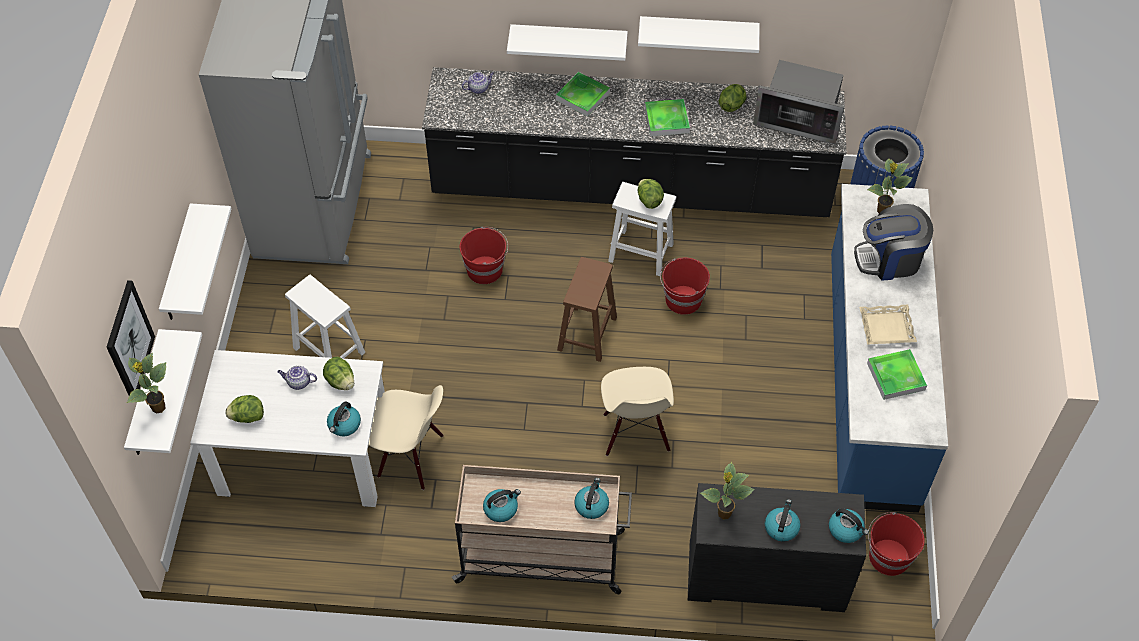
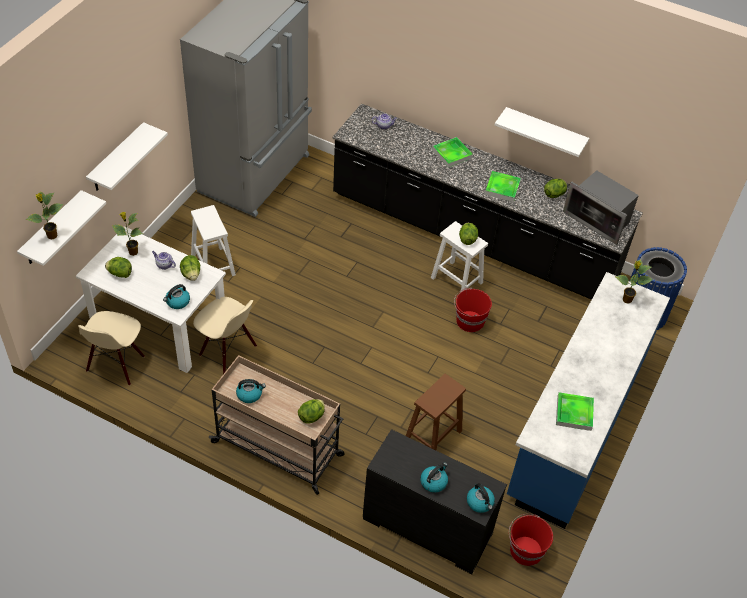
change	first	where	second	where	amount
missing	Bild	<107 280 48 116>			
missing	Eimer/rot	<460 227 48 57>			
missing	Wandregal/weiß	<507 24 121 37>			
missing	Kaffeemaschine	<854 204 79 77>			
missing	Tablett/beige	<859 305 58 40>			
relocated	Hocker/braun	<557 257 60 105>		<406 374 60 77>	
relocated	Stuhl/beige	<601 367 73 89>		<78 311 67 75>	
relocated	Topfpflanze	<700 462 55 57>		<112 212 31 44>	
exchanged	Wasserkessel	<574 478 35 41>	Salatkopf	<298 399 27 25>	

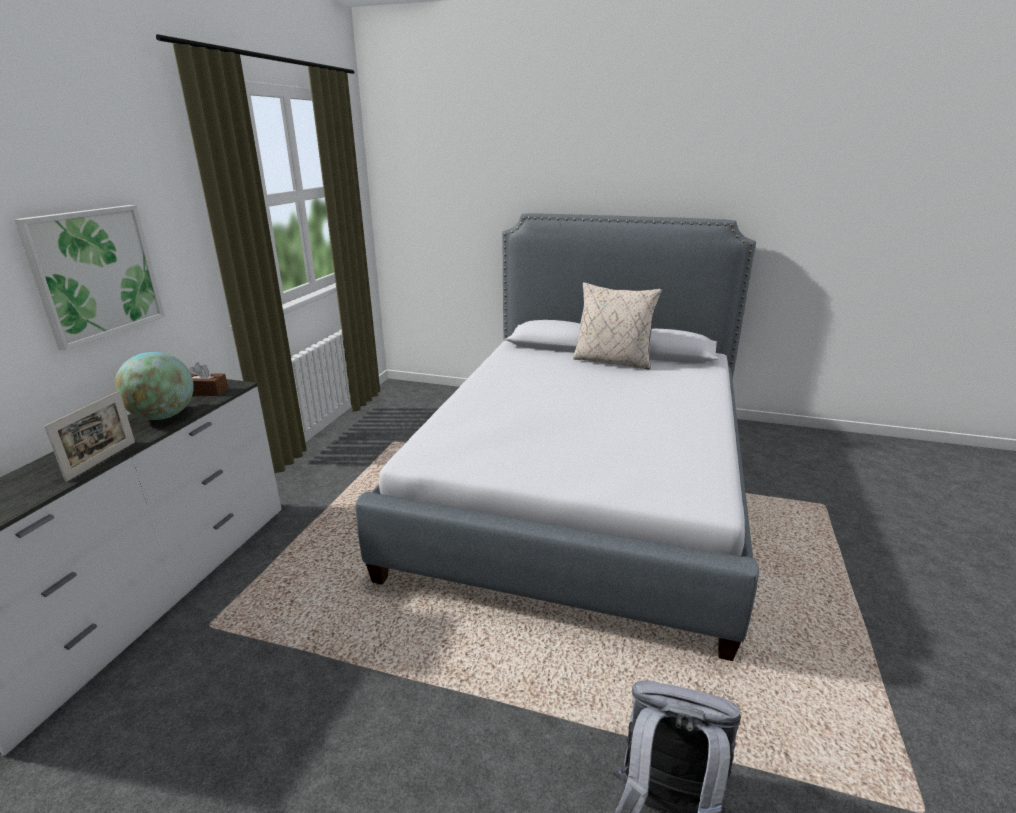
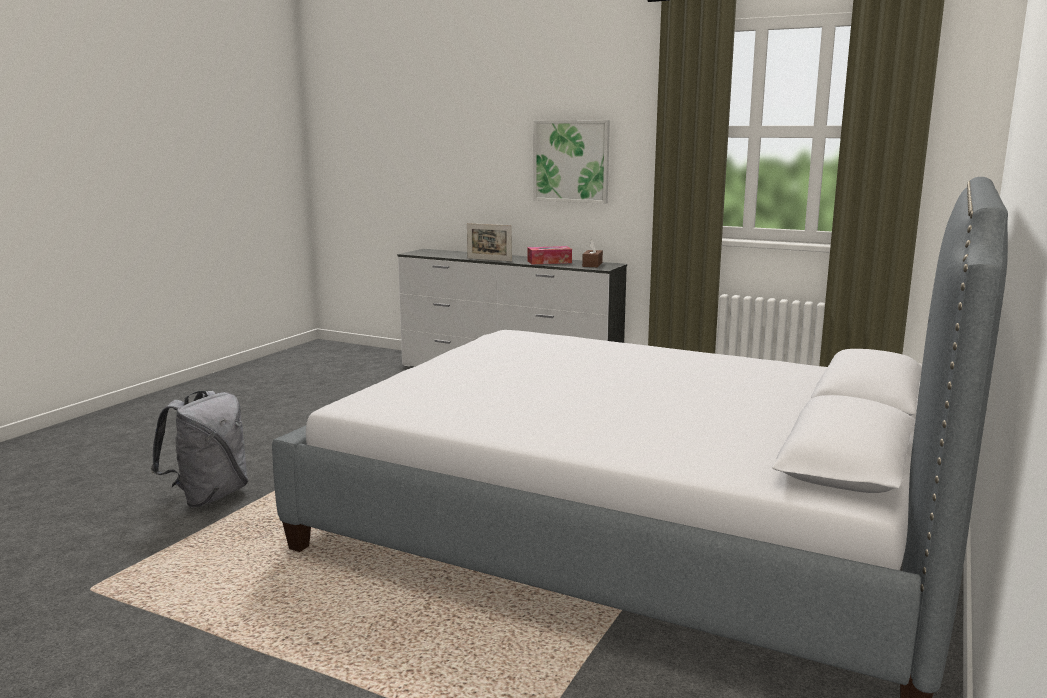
change	first	where	second	where	amount
missing	Kissen/beige	<573 282 89 88>			
exchanged	Globus	<114 352 80 68>	Taschentuchbox	<527 246 45 18>	

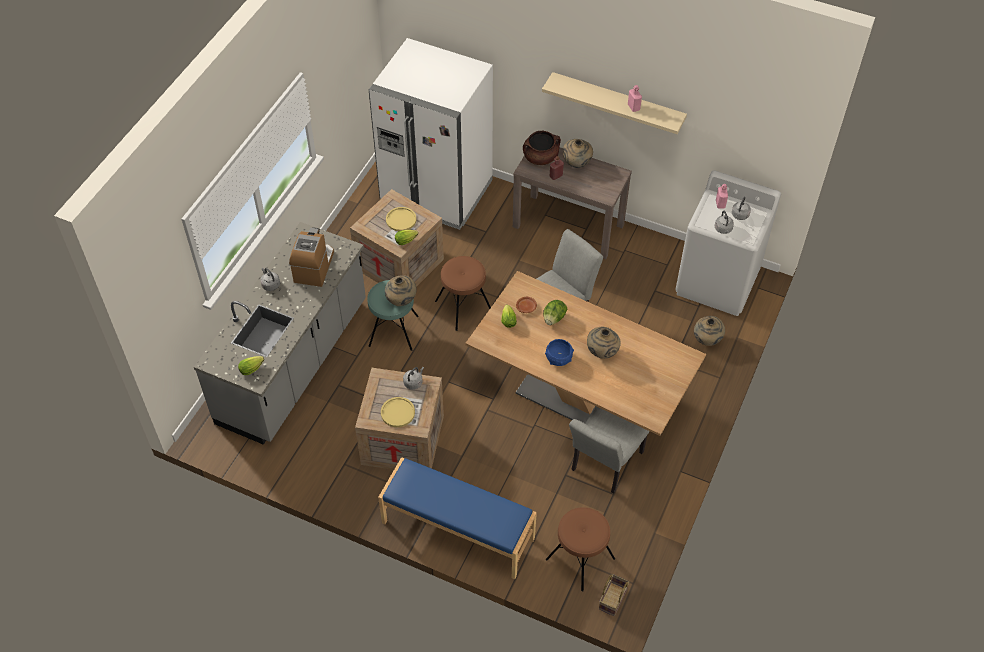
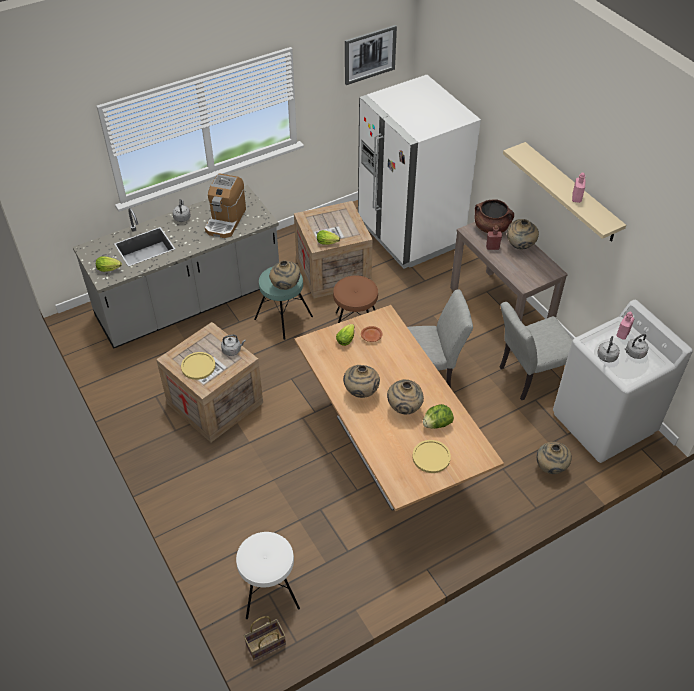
change	first	where	second	where	amount
missing	Bank/blau	<378 457 159 122>			
appeared			Bild	<345 25 52 60>	
relocated	Teller/gelb	<386 207 30 24>		<412 440 39 33>	
relocated	Salatkopf	<543 300 24 25>		<423 404 31 25>	
relocated	Stuhl/grau	<569 406 81 87>		<500 302 73 98>	
exchanged	Schüssel/blau	<545 339 29 27>	Vase/beige	<343 365 37 33>	
colour	Hocker/braun	<546 507 69 84>	Hocker/weiß	<236 532 64 87>	
spun	Kaffeemaschine	<289 227 45 60>		<205 173 41 65>	150 degrees clockwise

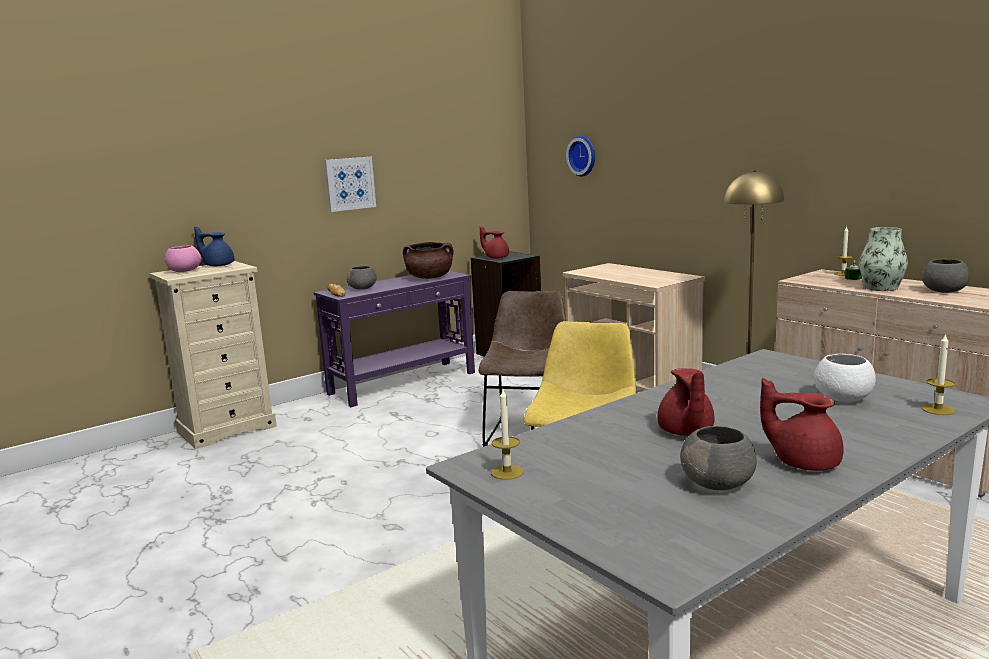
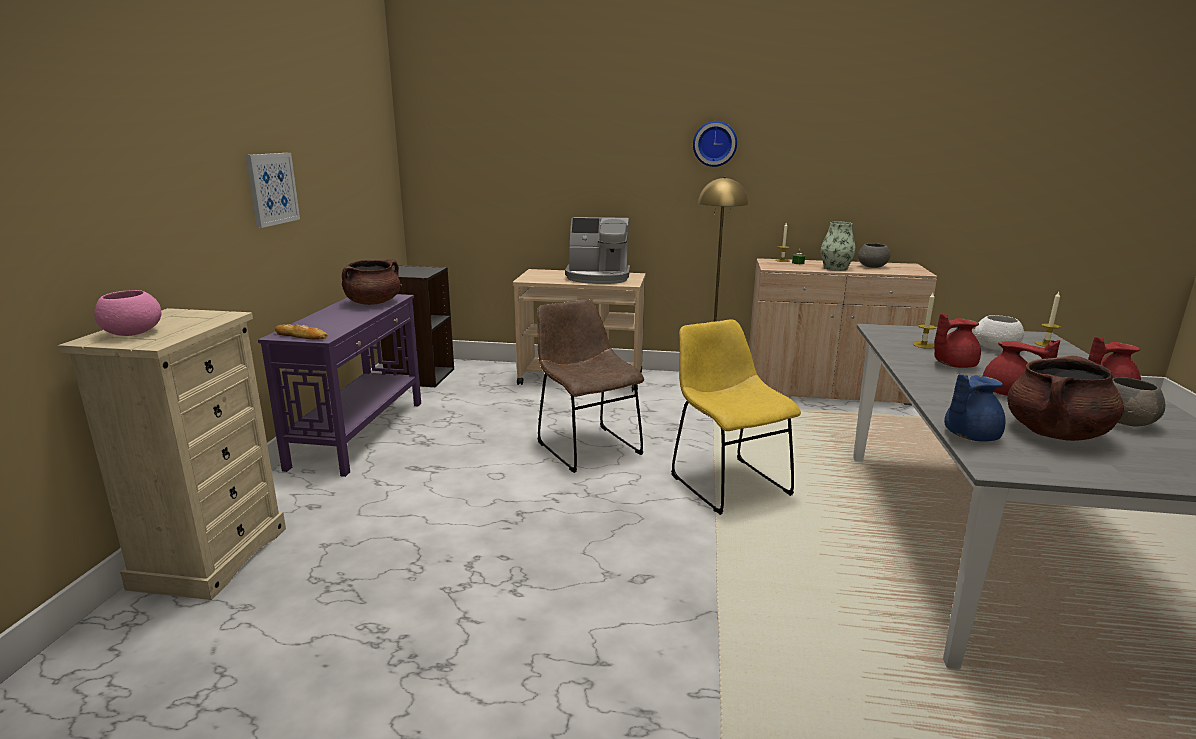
change	first	where	second	where	amount
missing	Schüssel/grau	<346 266 31 24>			
appeared			Kaffeemaschine	<565 217 65 67>	
appeared			Kochtopf/braun	<1007 356 117 85>	
relocated	Teekanne/blau	<194 226 40 40>		<944 374 61 68>	
relocated	Teekanne/rot	<480 226 29 32>		<934 314 47 54>	
relocated	Kerze	<491 389 33 91>		<913 293 24 56>	
relocated	Wanduhr	<566 136 29 41>		<693 121 44 46>	

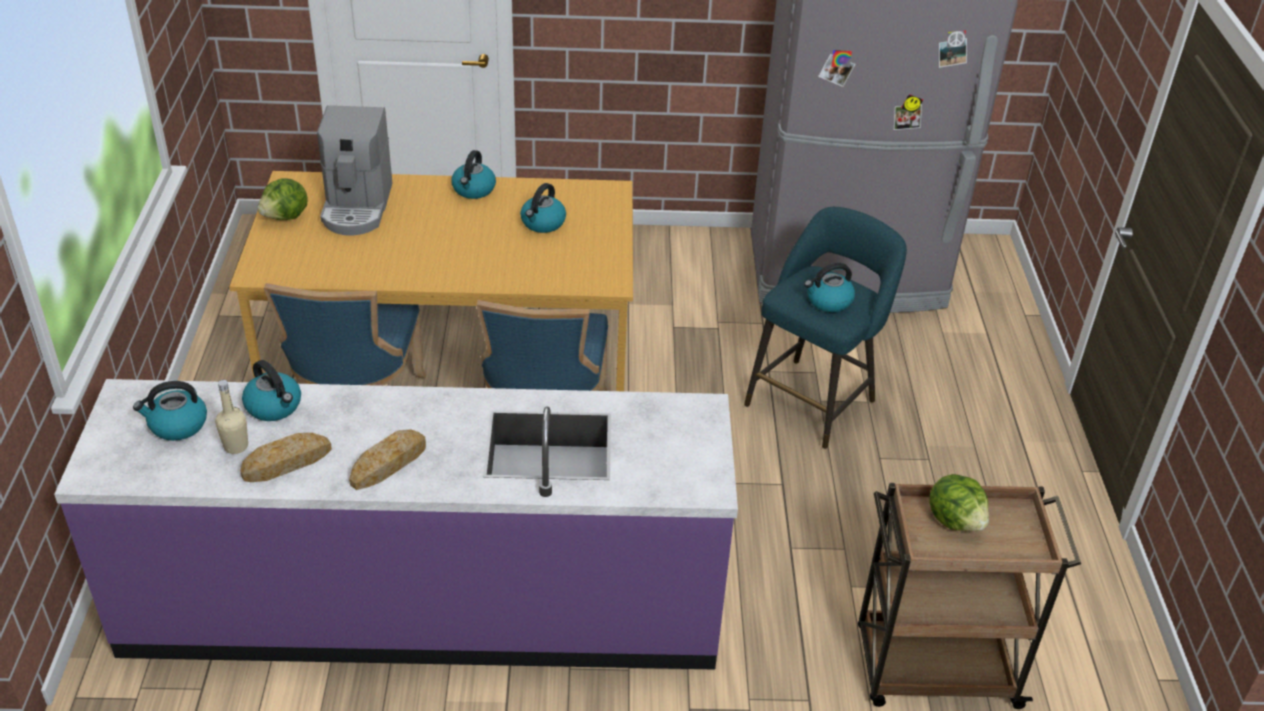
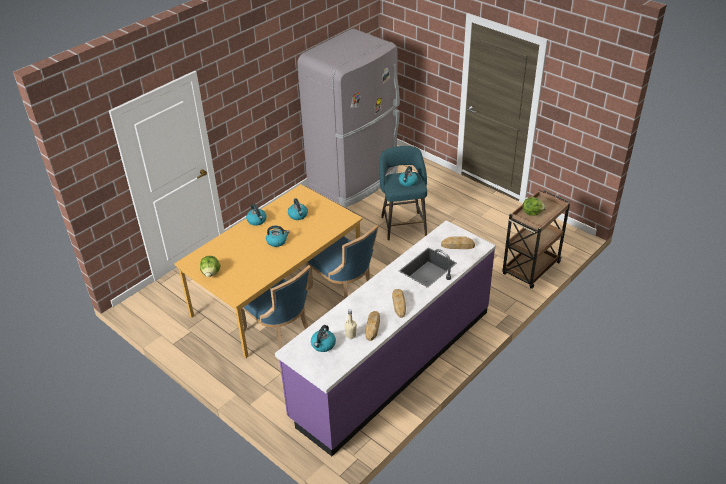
change	first	where	second	where	amount
missing	Kaffeemaschine	<317 105 75 131>			
appeared			Brot	<441 236 34 13>	
relocated	Wasserkessel	<242 360 59 61>		<266 226 23 21>	

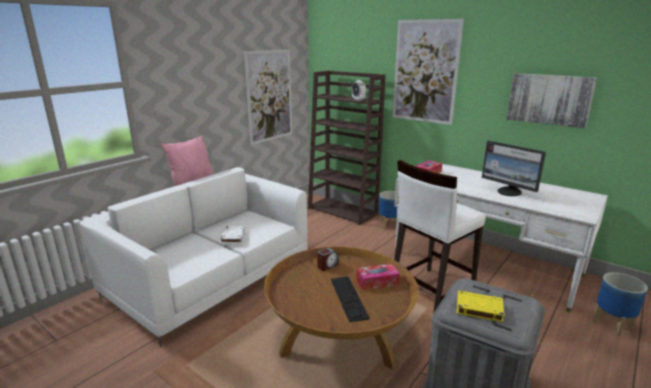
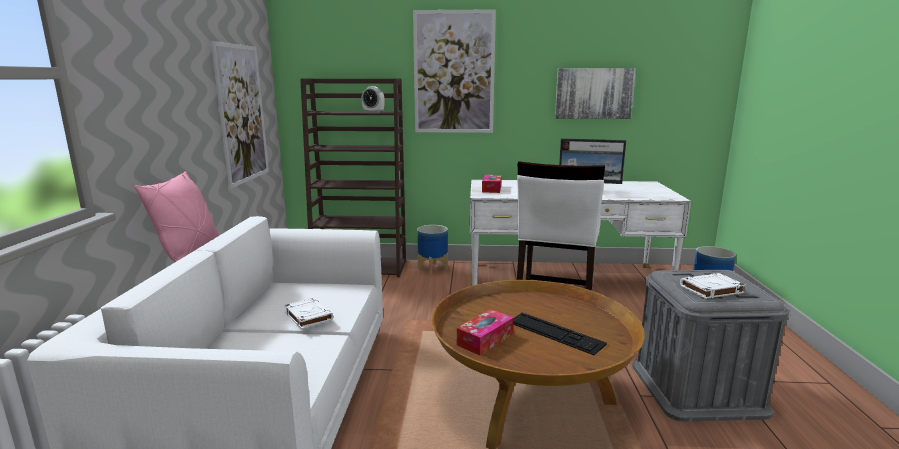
change	first	where	second	where	amount
missing	Wecker	<317 248 22 23>			
relocated	Taschentuchbox	<356 263 44 27>		<457 309 57 46>	
colour	Buch/gelb	<457 291 48 31>	Buch/weiß	<680 273 66 26>	

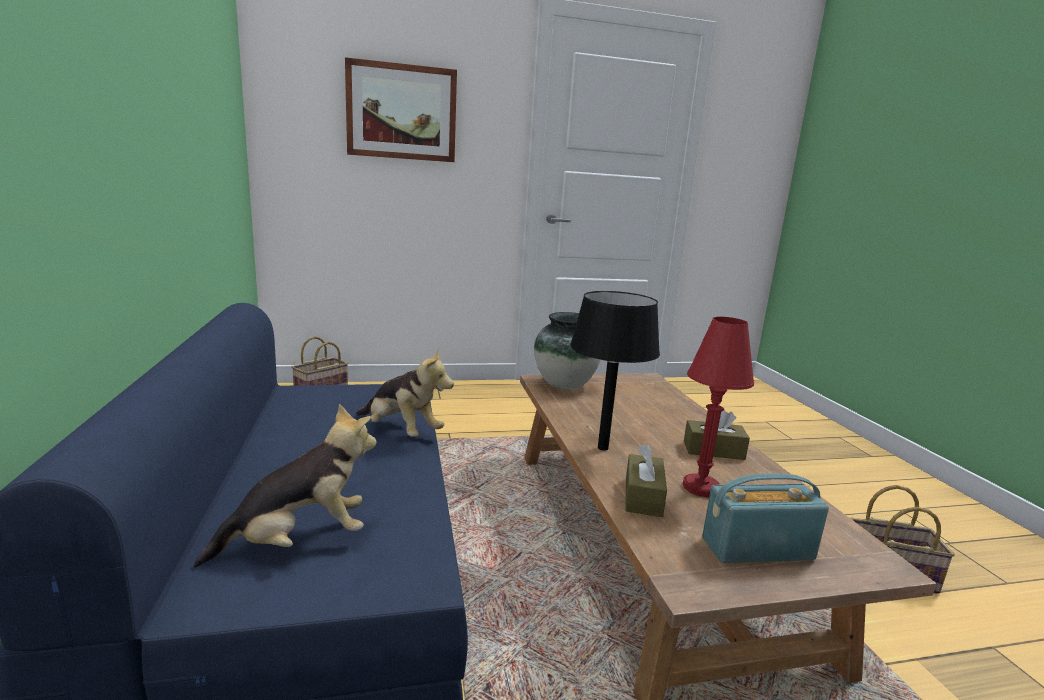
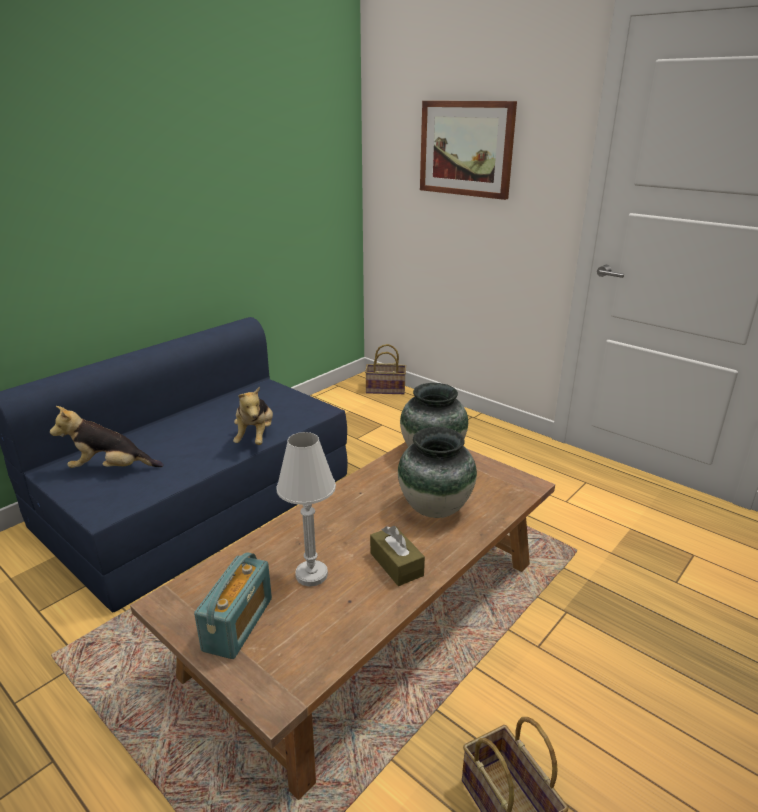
change	first	where	second	where	amount
missing	Tischlampe/schwarz	<570 291 90 160>			
missing	Taschentuchbox/braun	<625 444 42 73>			
appeared			Vase	<398 427 79 91>	
colour	Tischlampe/rot	<683 317 71 180>	Tischlampe/weiß	<276 432 60 155>	
spun	Plüschtier	<194 404 183 164>		<50 406 114 62>	150 degrees clockwise
spun	Radio	<702 474 127 89>		<194 552 78 107>	60 degrees clockwise

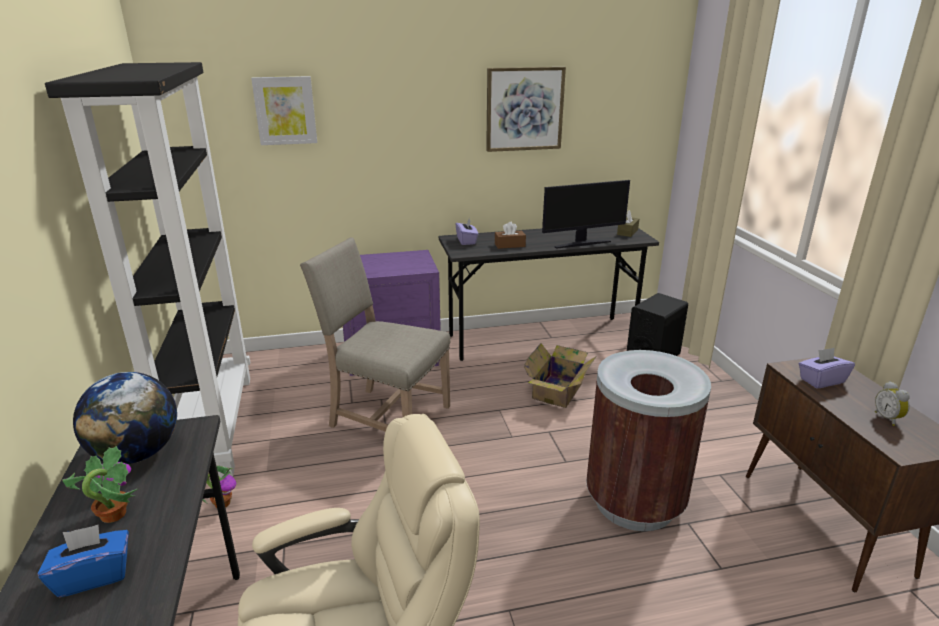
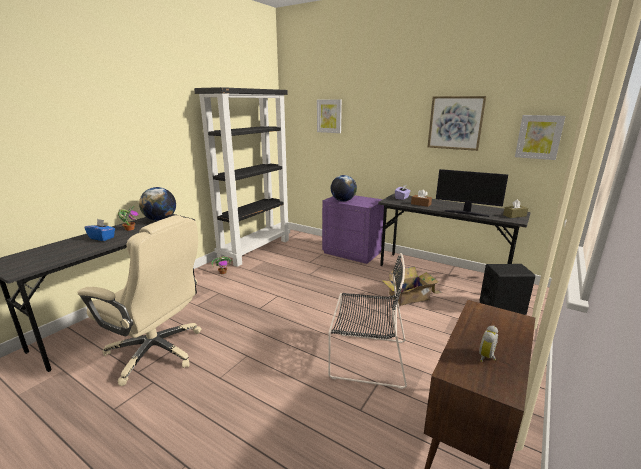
change	first	where	second	where	amount
missing	Stuhl/beige	<300 237 151 195>			
missing	Taschentuchbox/lila	<799 348 56 40>			
appeared			Globus	<331 175 26 26>	
appeared			Bild	<515 115 51 45>	
exchanged	Mülleimer/braun	<586 350 125 181>	Stuhl/schwarz	<328 253 79 136>	

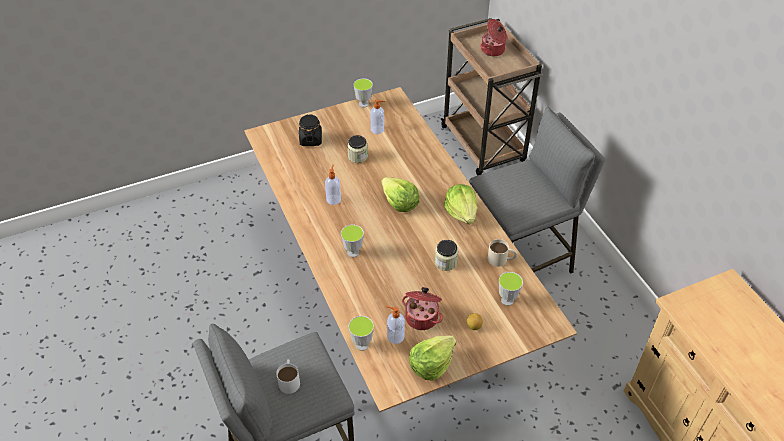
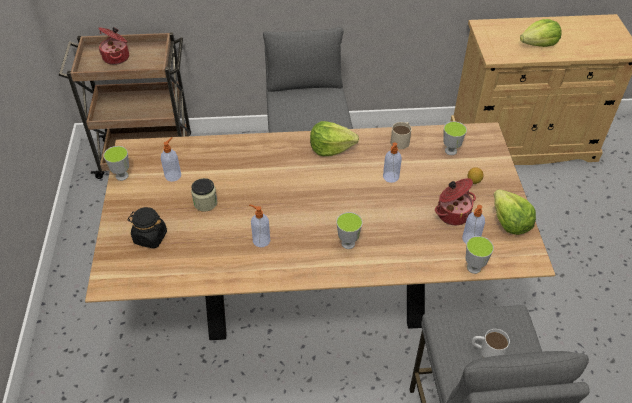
change	first	where	second	where	amount
relocated	Salatkopf	<381 177 39 35>		<520 19 42 28>	
exchanged	Vorratsglas	<435 240 23 31>	Seifenspender	<383 142 19 41>	

